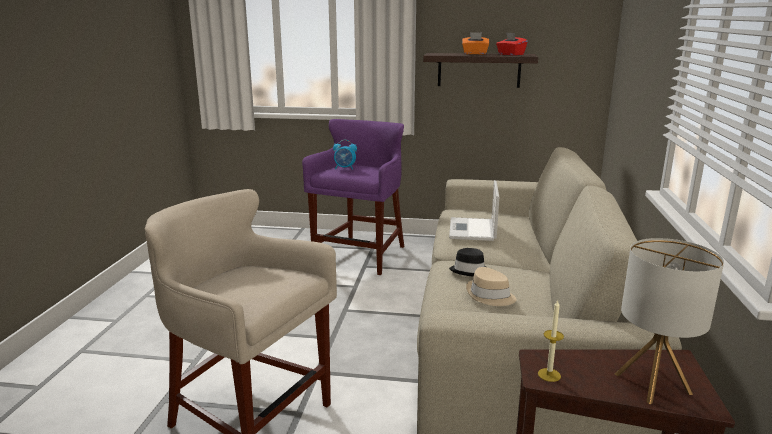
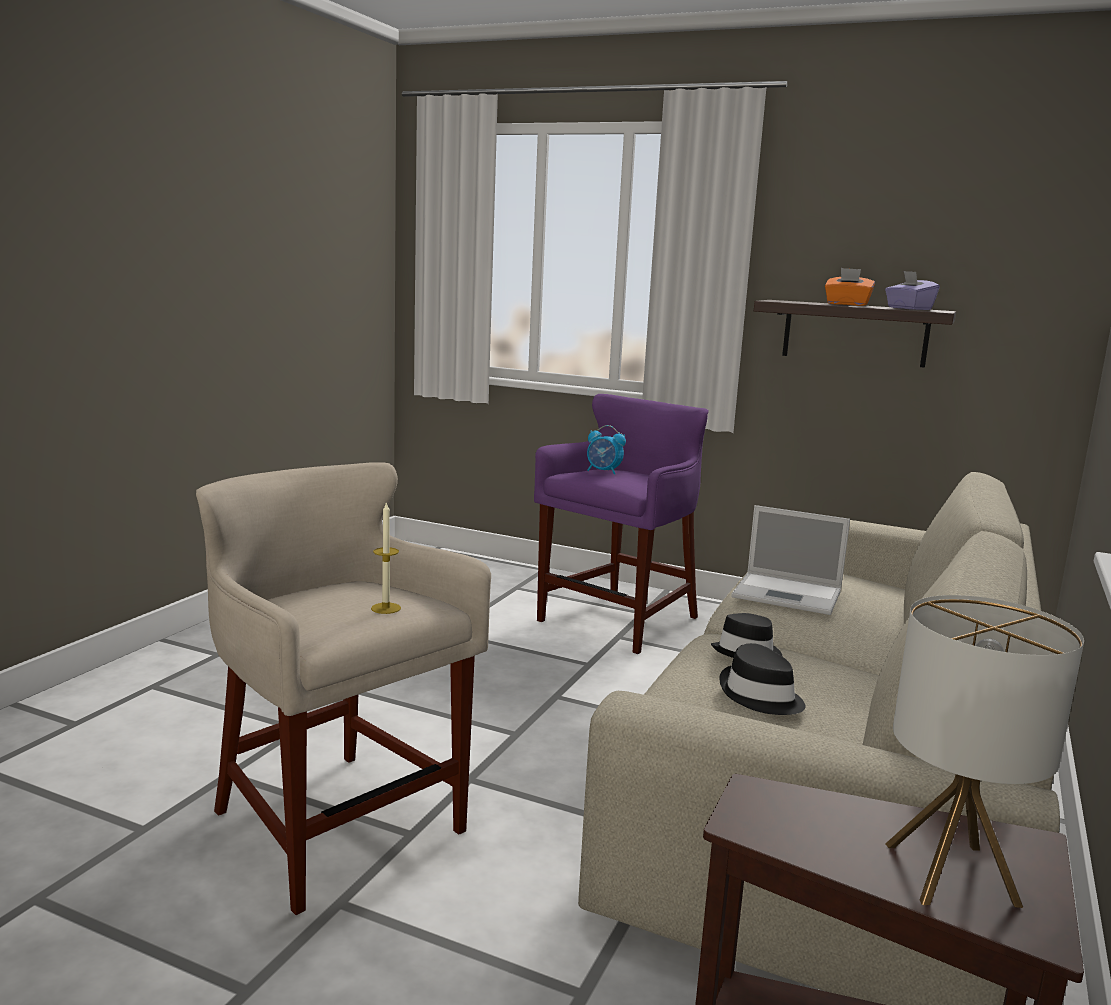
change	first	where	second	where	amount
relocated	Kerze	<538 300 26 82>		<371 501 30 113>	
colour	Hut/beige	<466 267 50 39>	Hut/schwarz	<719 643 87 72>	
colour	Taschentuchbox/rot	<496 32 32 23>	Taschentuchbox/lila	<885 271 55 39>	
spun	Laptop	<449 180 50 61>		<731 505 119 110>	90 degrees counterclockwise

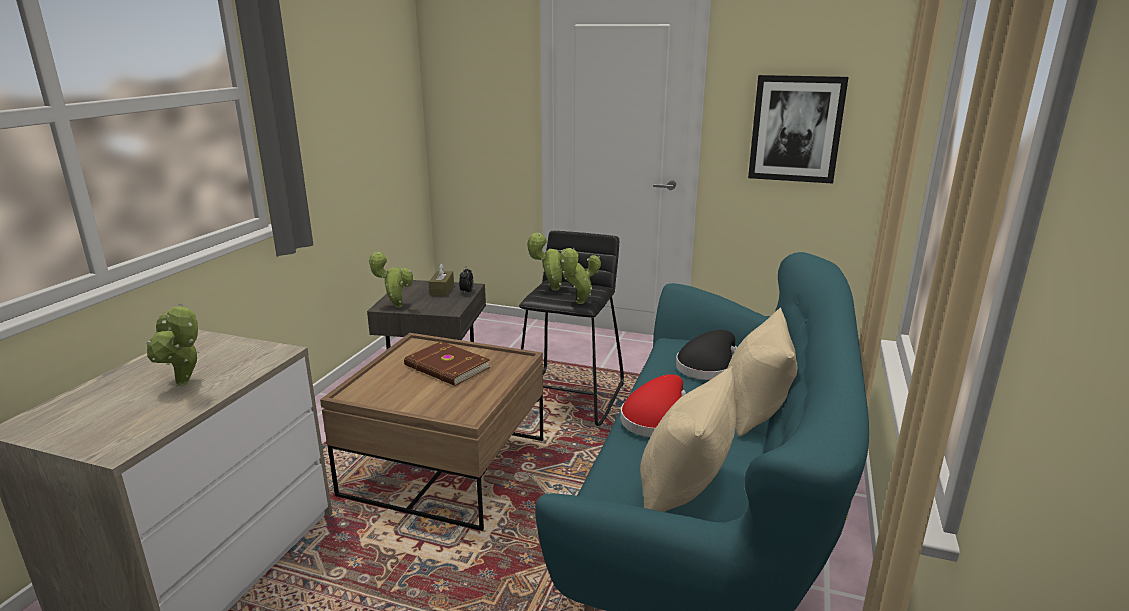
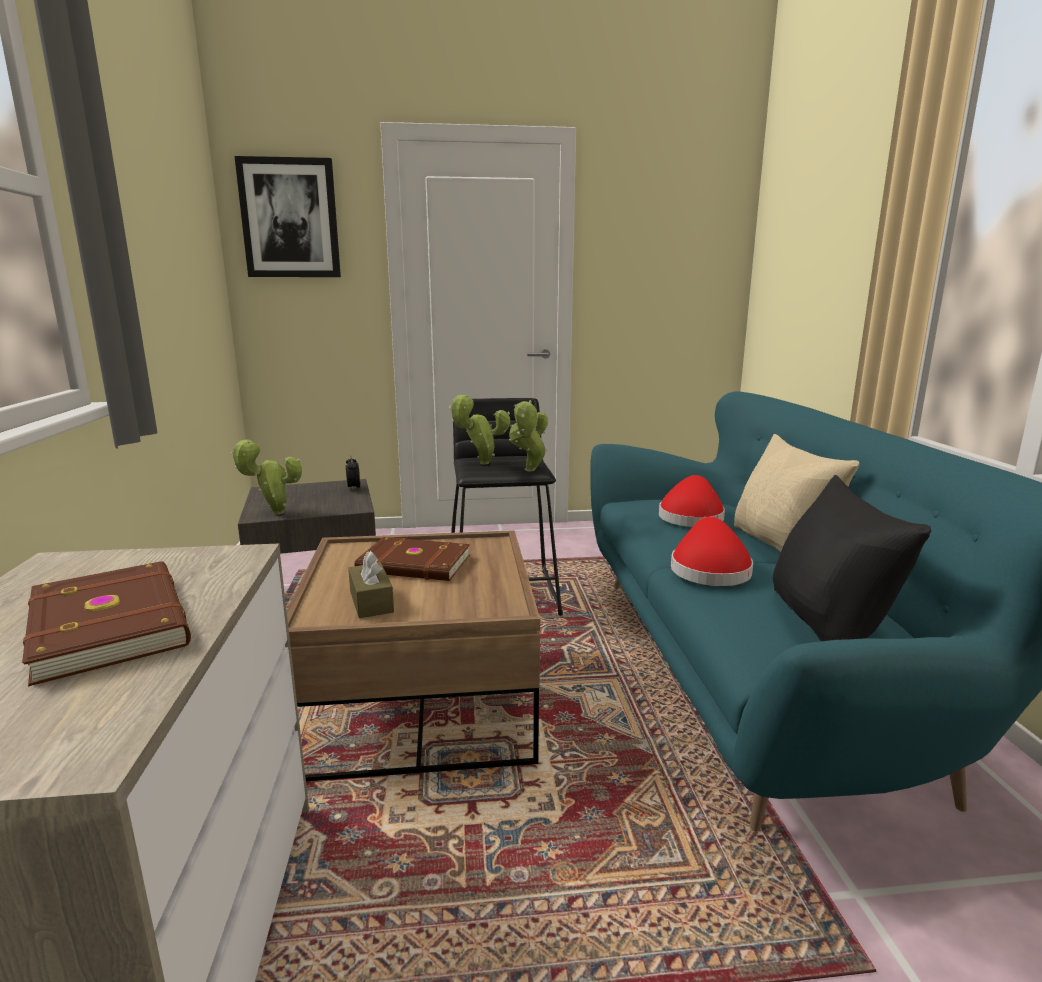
change	first	where	second	where	amount
relocated	Taschentuchbox/braun	<429 263 25 33>		<348 551 46 67>	
relocated	Bild	<748 75 100 109>		<234 156 107 121>	
exchanged	Topfpflanze	<147 304 52 82>	Buch/braun	<22 561 169 125>	
colour	Kissen/beige	<640 366 96 146>	Kissen/schwarz	<773 475 158 166>	
colour	Hut/schwarz	<676 330 61 50>	Hut/rot	<659 475 66 52>	

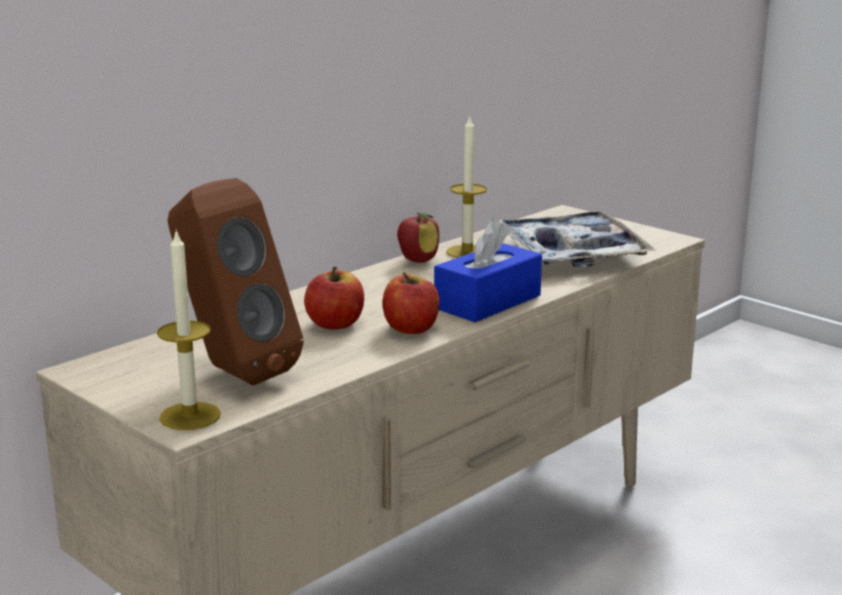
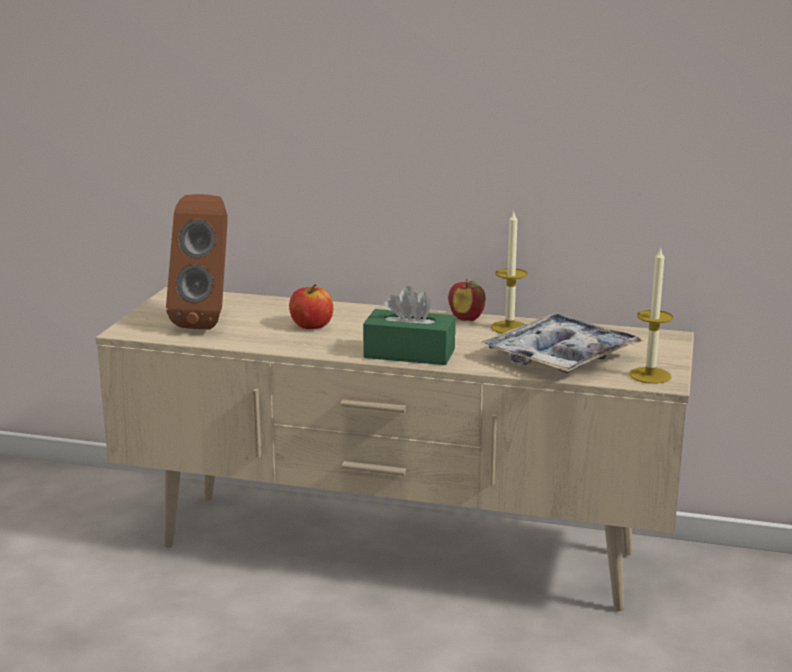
change	first	where	second	where	amount
missing	Apfel	<383 272 56 62>			
relocated	Kerze	<157 229 64 201>		<630 246 43 138>	
colour	Taschentuchbox/blau	<434 218 108 104>	Taschentuchbox/grün	<363 286 93 79>	

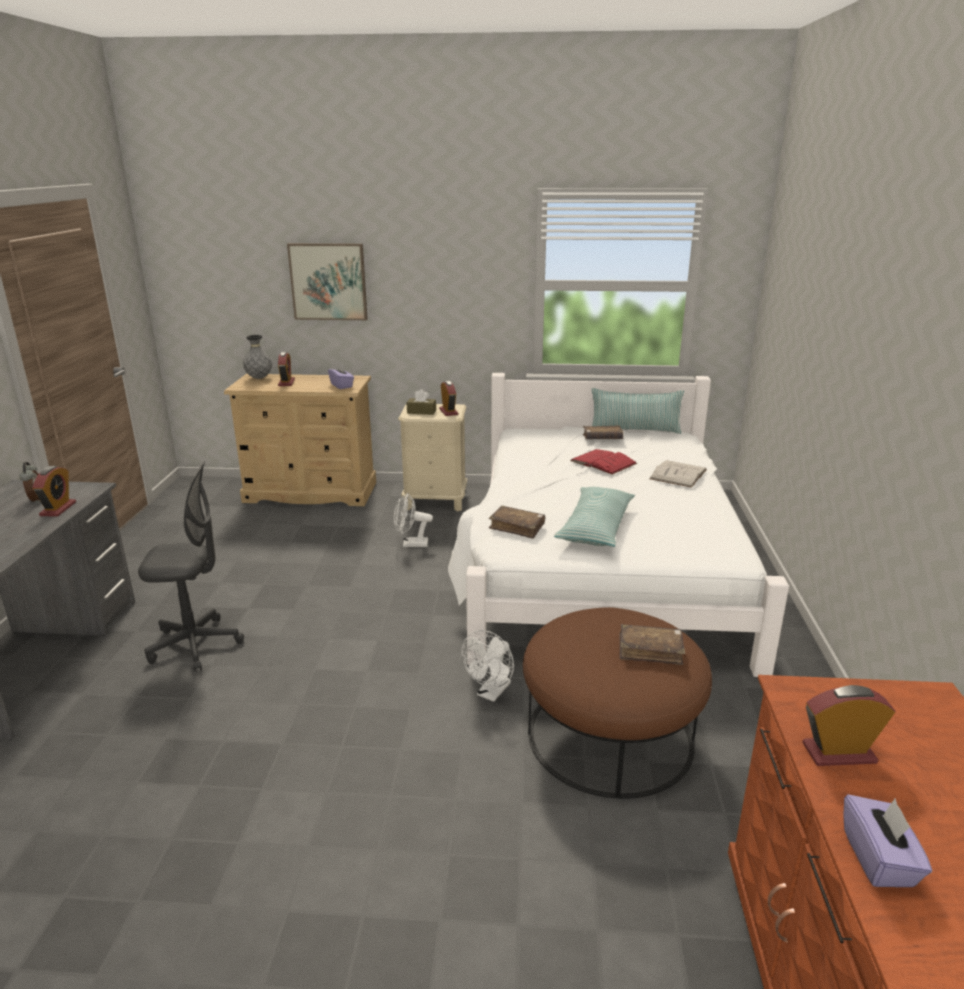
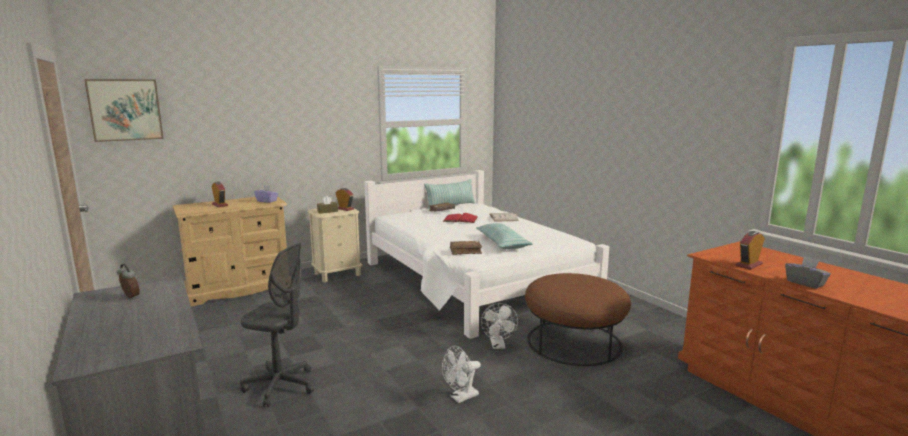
change	first	where	second	where	amount
missing	Wecker	<32 466 44 51>			
missing	Vase/grau	<243 335 29 44>			
missing	Buch/braun	<619 624 66 41>			
relocated	Bild	<287 243 81 77>		<84 79 80 63>	
relocated	Ventilator/weiß	<394 493 39 54>		<442 346 39 57>	
colour	Taschentuchbox/lila	<843 794 89 93>	Taschentuchbox/grau	<785 256 46 33>	
spun	Bürostuhl/grau	<138 461 106 210>		<240 242 74 165>	60 degrees clockwise

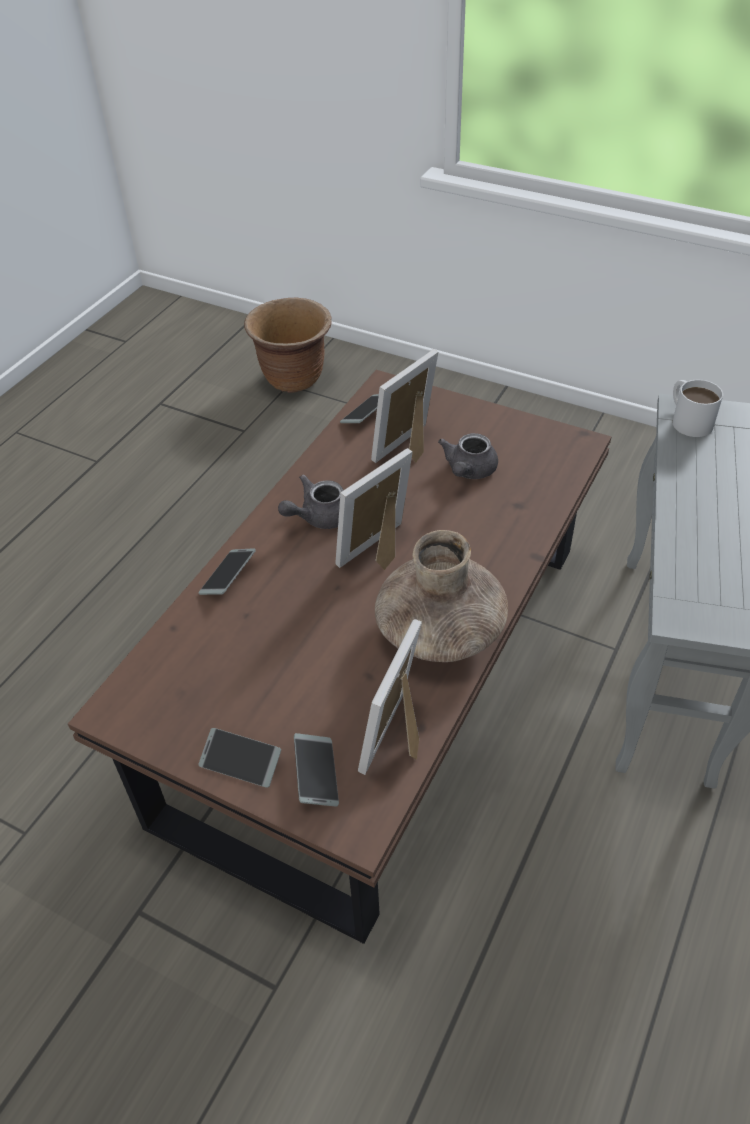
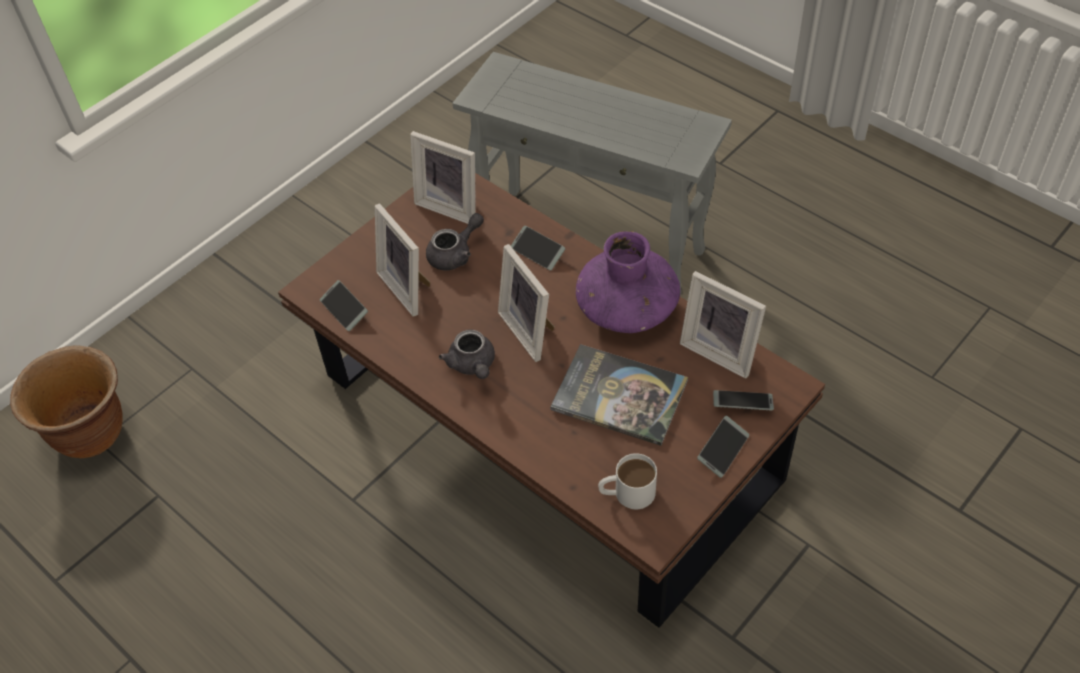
change	first	where	second	where	amount
appeared			Bilderrahmen	<410 131 66 93>	
appeared			Buch	<550 344 138 102>	
relocated	Handy	<199 548 57 47>		<511 226 54 44>	
relocated	Henkelbecher/weiß	<672 380 51 57>		<598 453 59 56>	
colour	Vase/braun	<375 530 133 132>	Vase/lila	<576 231 104 102>	
spun	Teekanne/grau	<438 433 60 46>		<426 213 58 58>	75 degrees counterclockwise

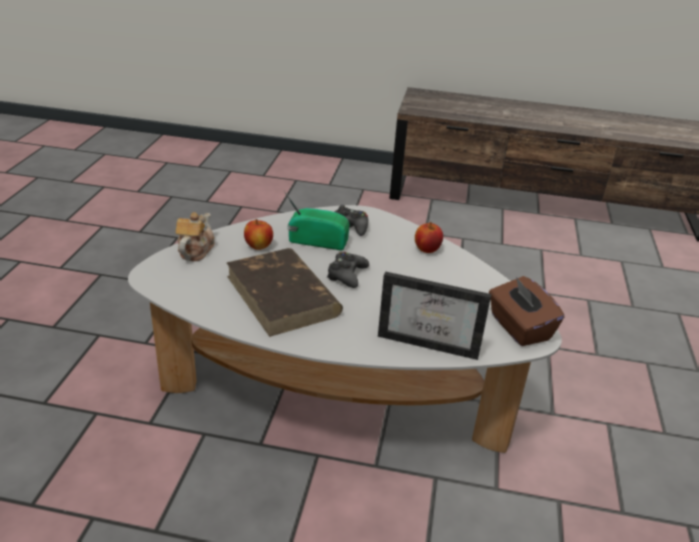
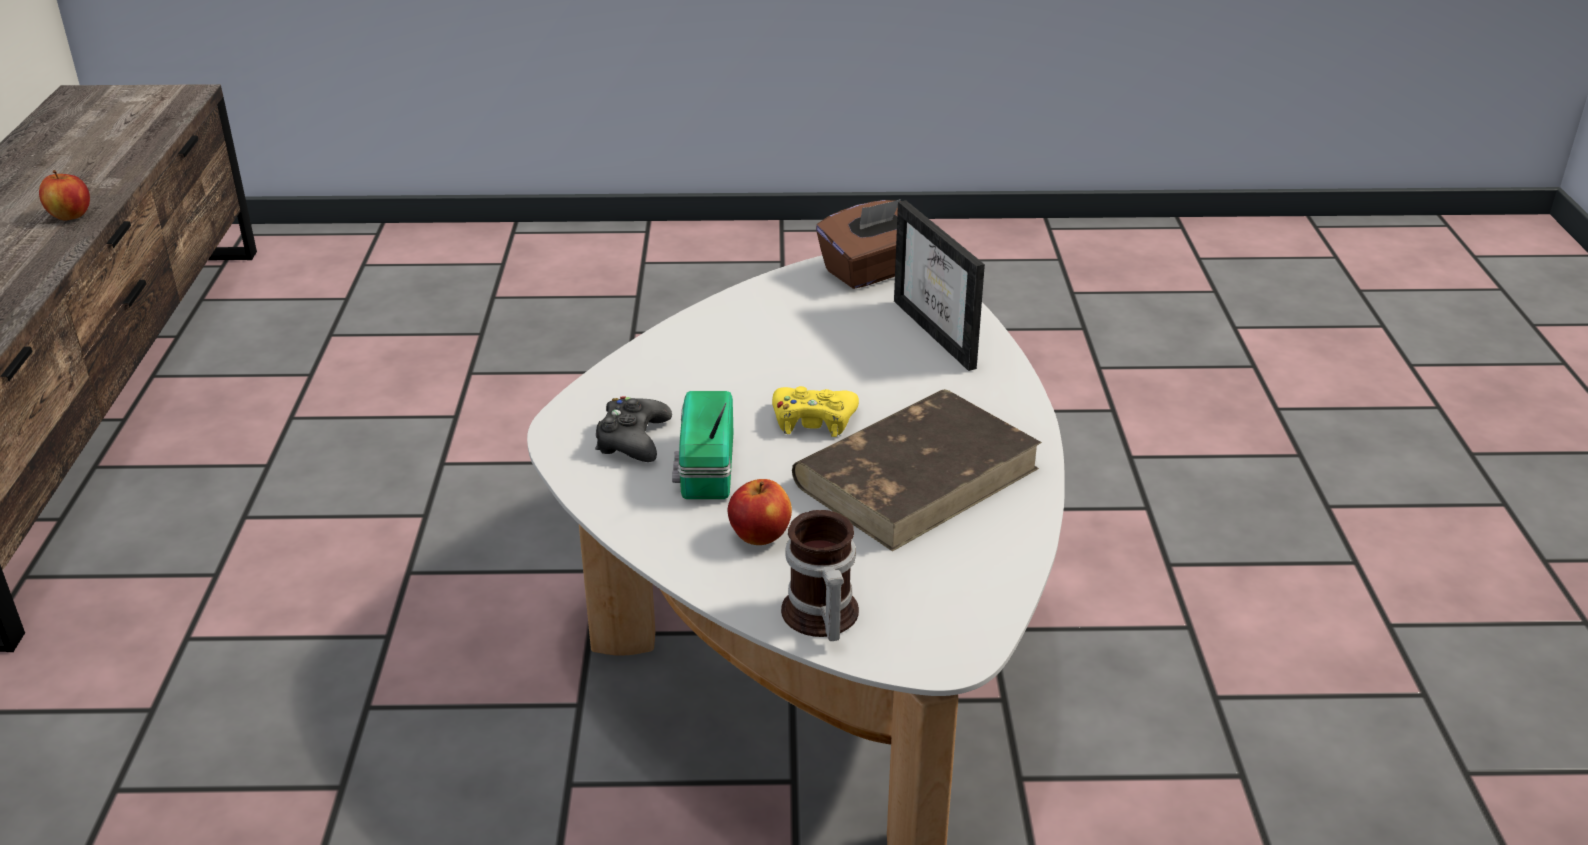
change	first	where	second	where	amount
relocated	Apfel	<415 222 28 31>		<39 170 51 51>	
exchanged	Teekanne	<176 212 39 49>	Henkelbecher	<781 510 78 131>	
colour	Gamepad/schwarz	<327 252 42 36>	Gamepad/gelb	<772 386 87 51>	
spun	Bilderrahmen	<378 271 113 89>		<894 200 91 171>	150 degrees clockwise

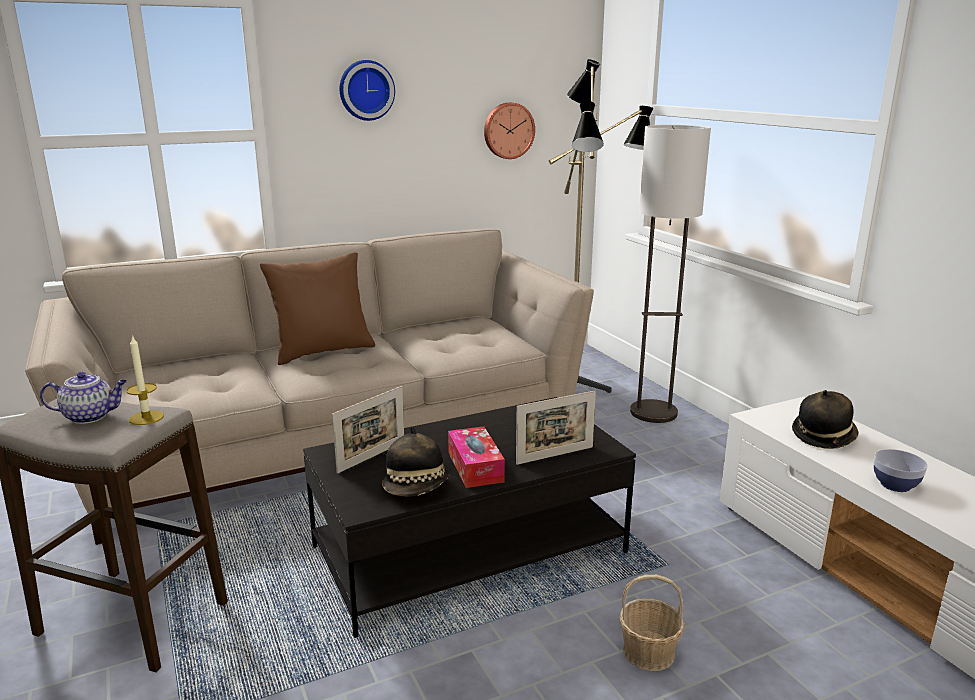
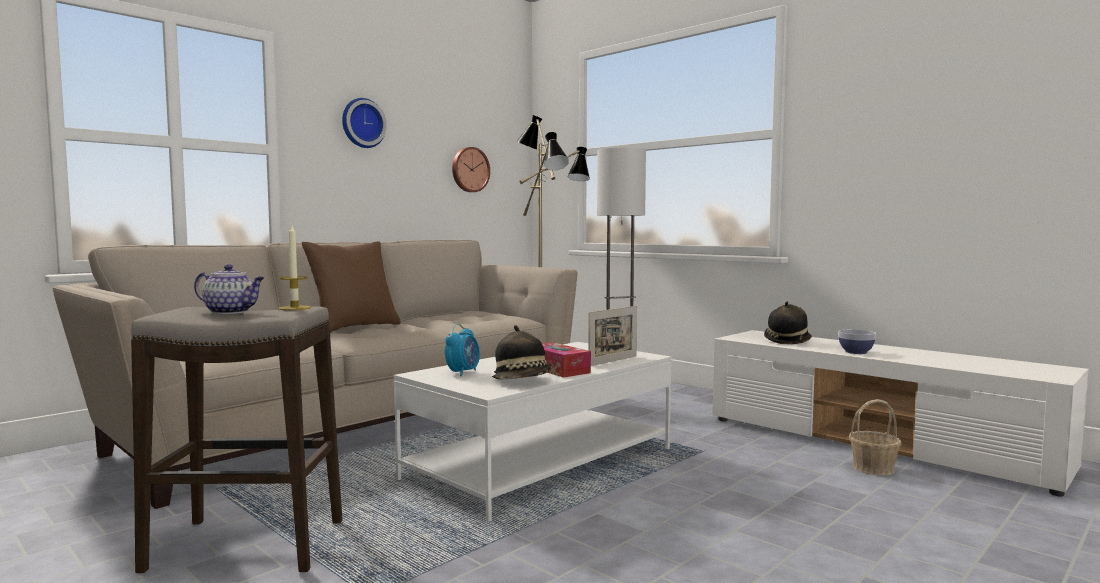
change	first	where	second	where	amount
relocated	Korb	<619 575 65 96>		<849 399 53 77>	
exchanged	Bilderrahmen	<332 386 72 88>	Wecker	<445 323 35 53>	
colour	Couchtisch/schwarz	<303 397 333 241>	Couchtisch/weiß	<394 342 278 179>	
spun	Teekanne	<40 372 87 52>		<194 264 70 50>	45 degrees clockwise

